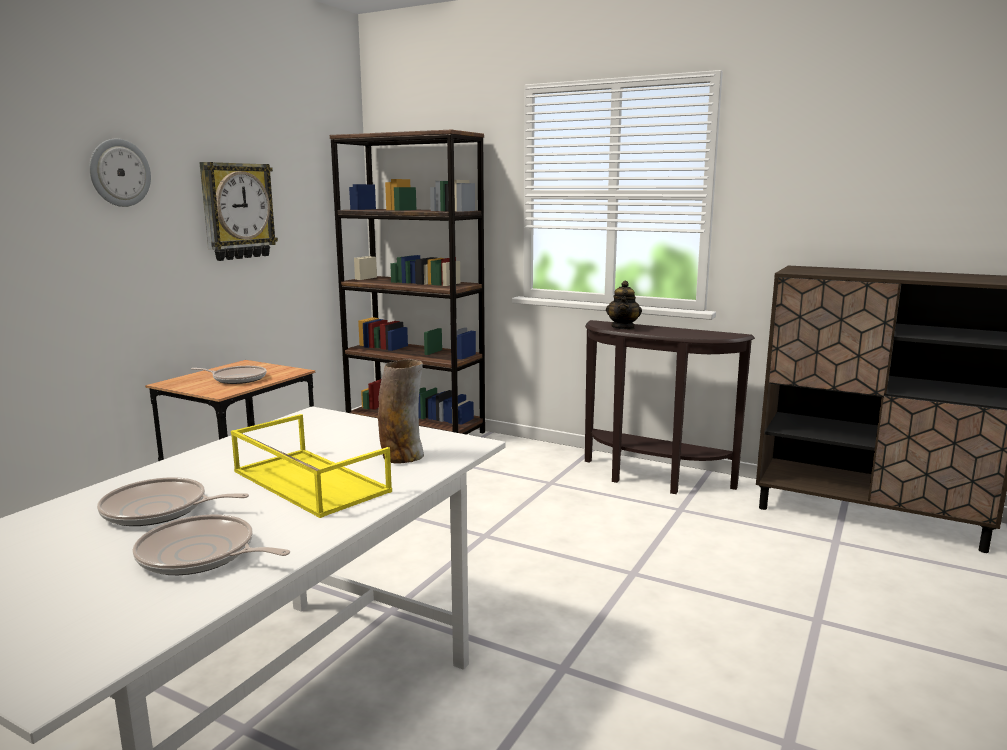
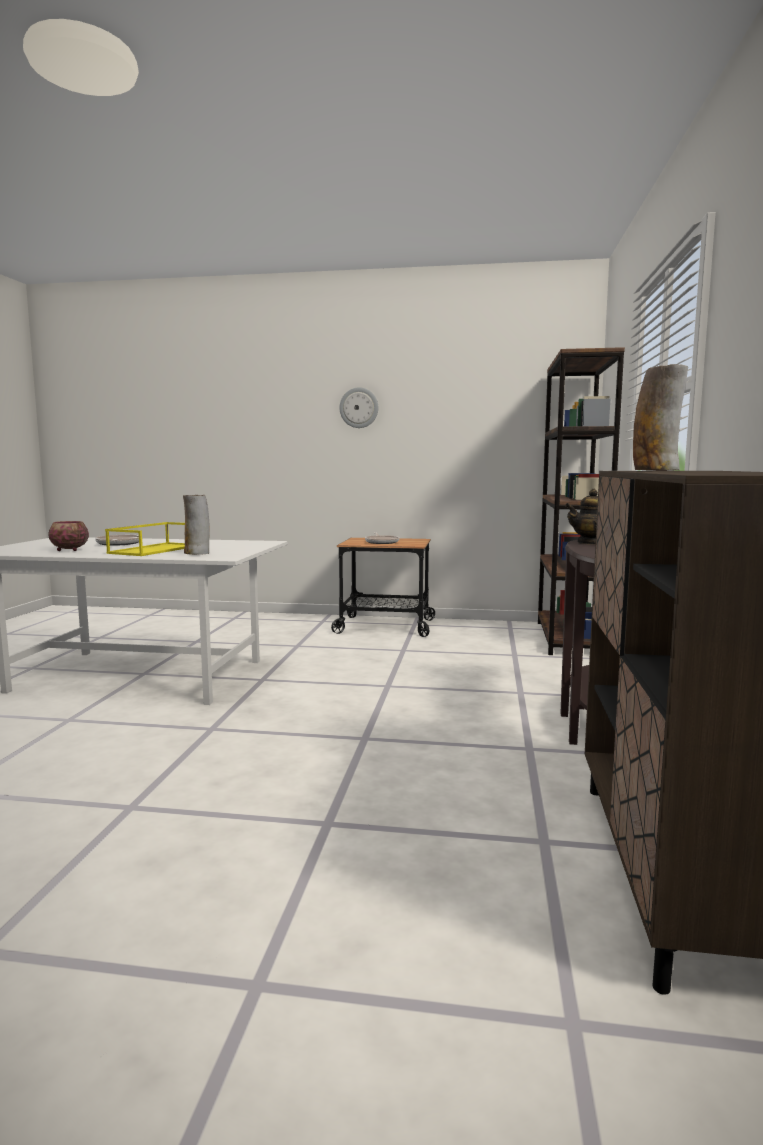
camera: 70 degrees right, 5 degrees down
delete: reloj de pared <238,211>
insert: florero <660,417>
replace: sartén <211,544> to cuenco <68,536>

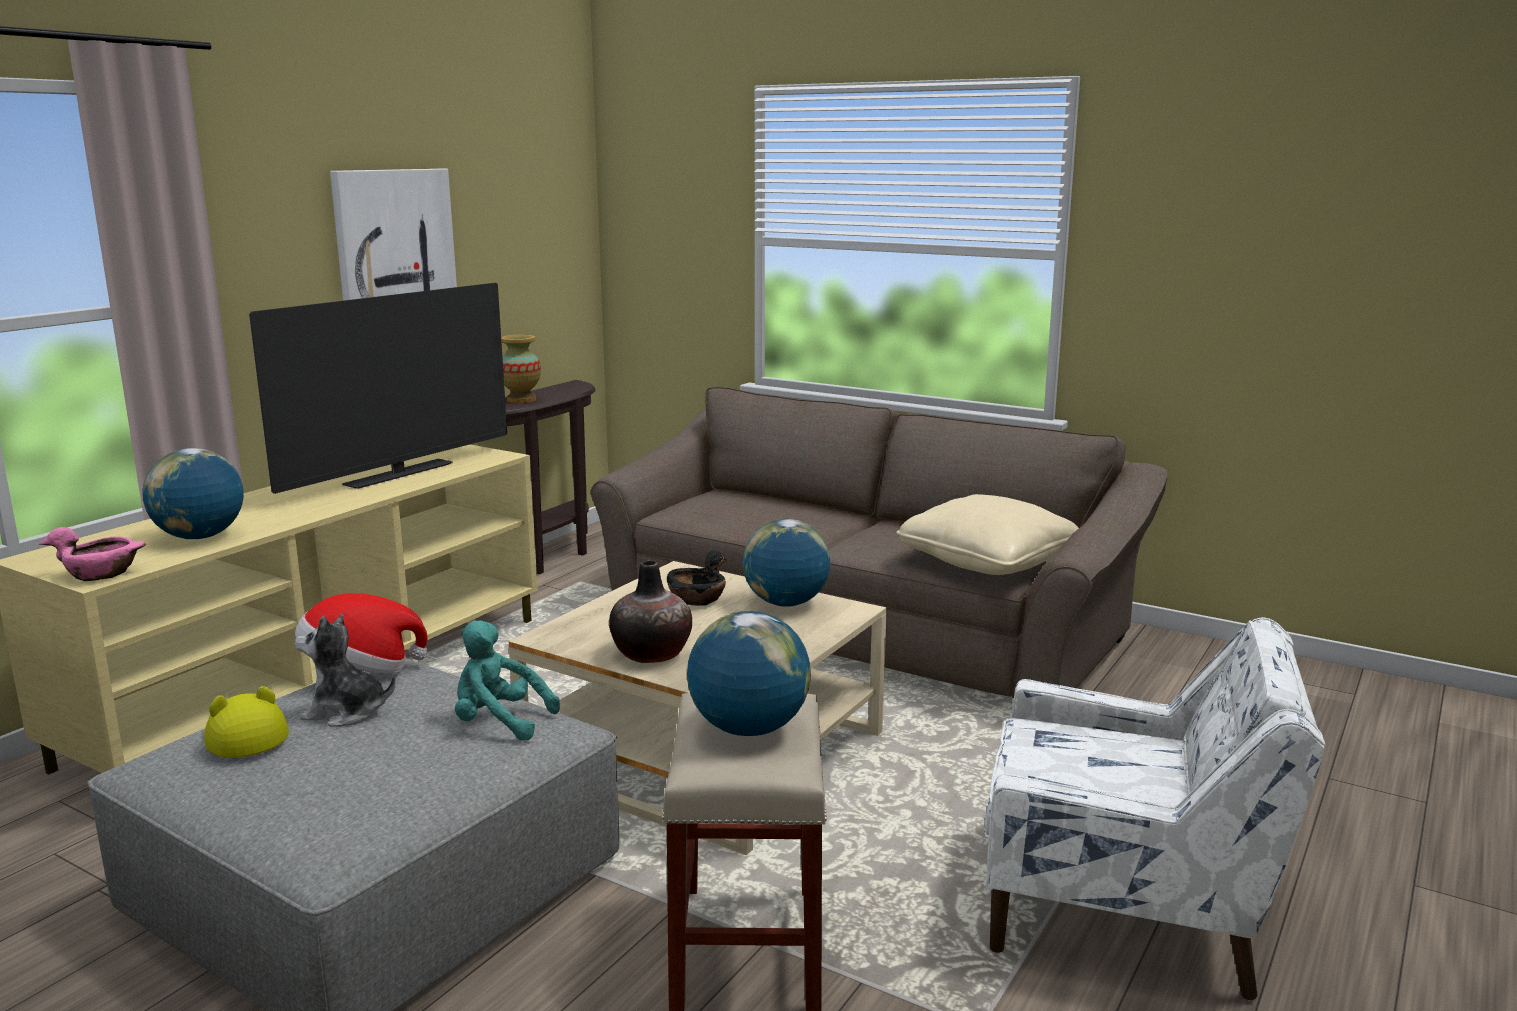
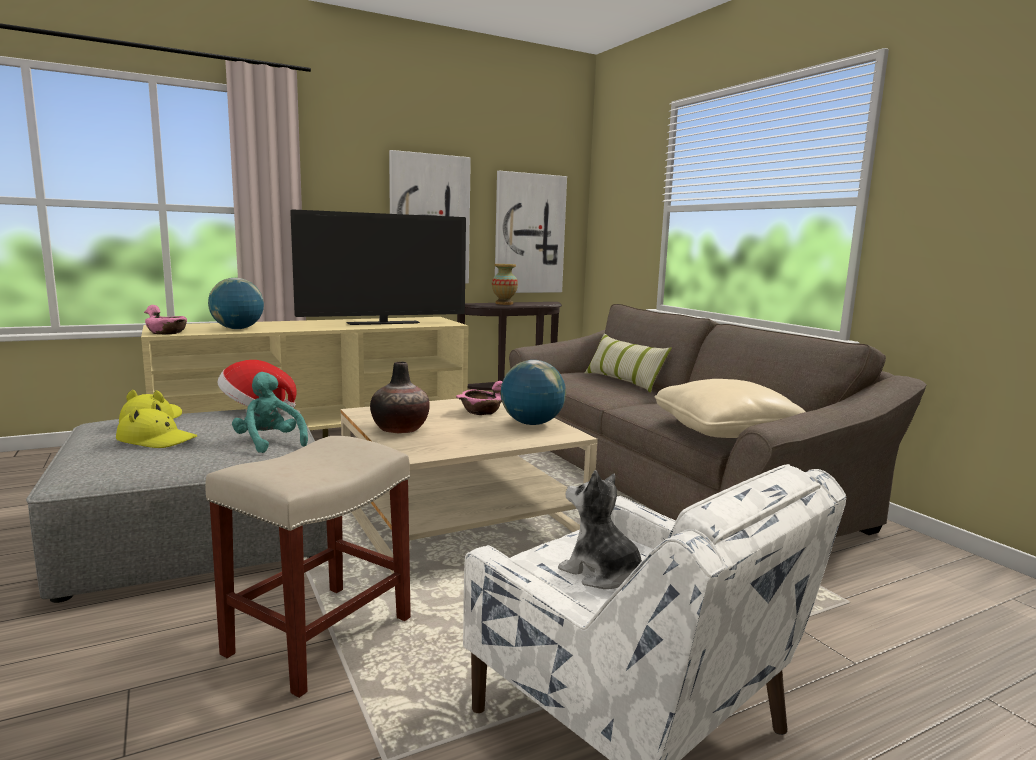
camera: 30 degrees right, 5 degrees down
delete: globo terráqueo <749,673>
insert: sombrero (amarillo) <156,424>; cuadro <531,232>; cojín <628,363>
move: peluche <345,670> to <600,529>
recolor: cuenco (negro) <697,578> to cuenco (rosa) <479,398>

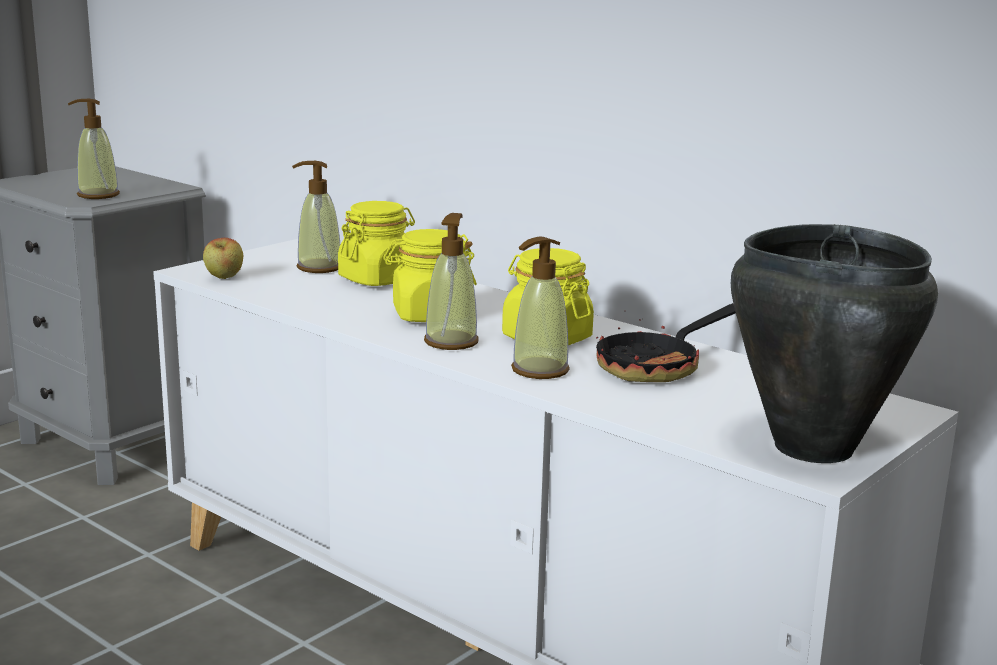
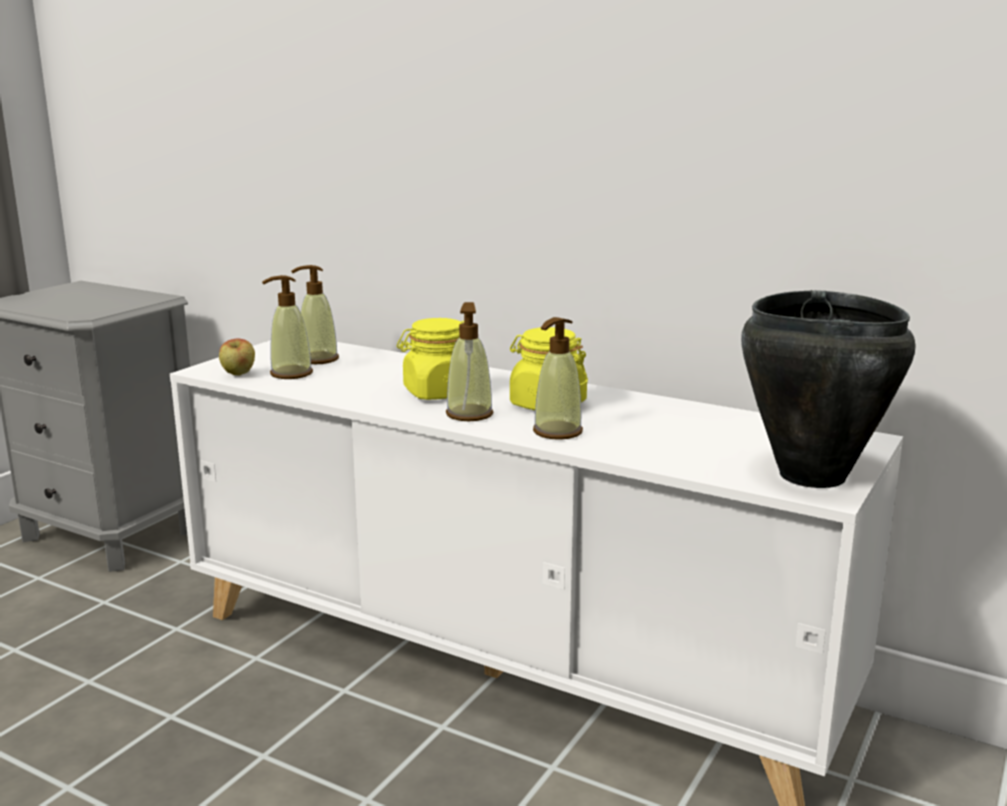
camera: 10 degrees left, 0 degrees up
delete: tarro (amarillo) <376,243>; sartén <666,342>
move: dispensador de jabón <94,149> to <287,327>

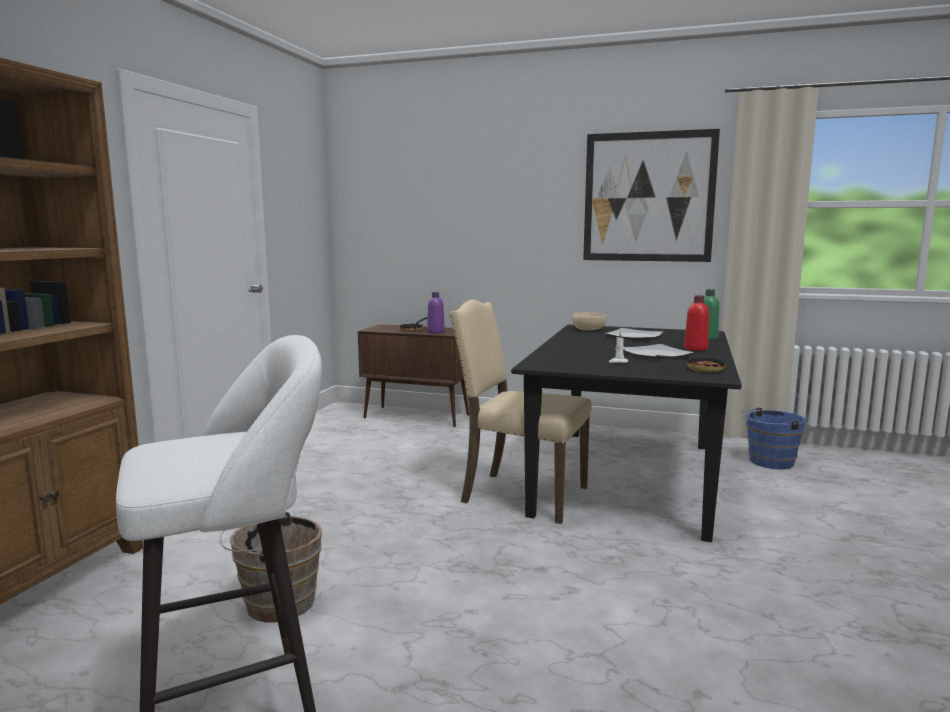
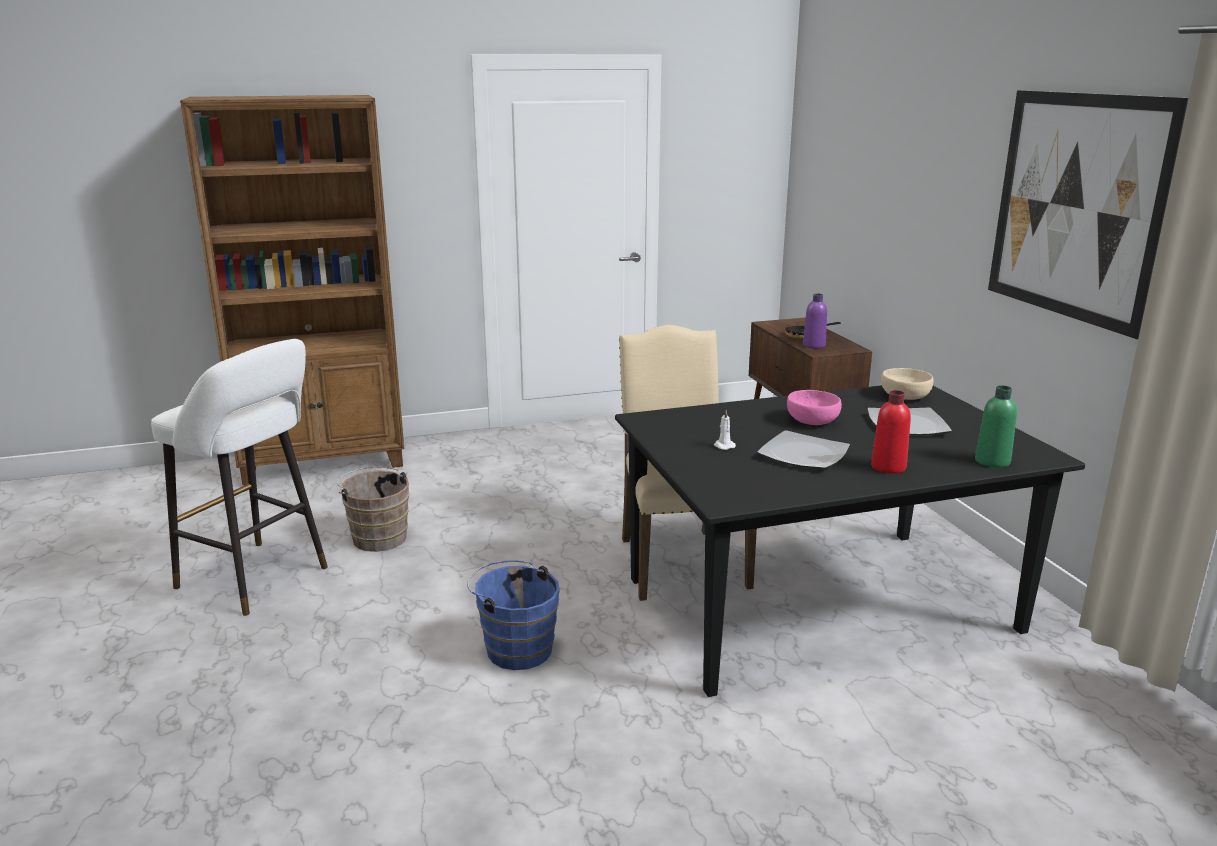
camera: 55 degrees right, 10 degrees up
delete: sartén <691,361>
insert: cuenco (rosa) <814,407>
move: cubo (azul) <773,438> to <513,615>

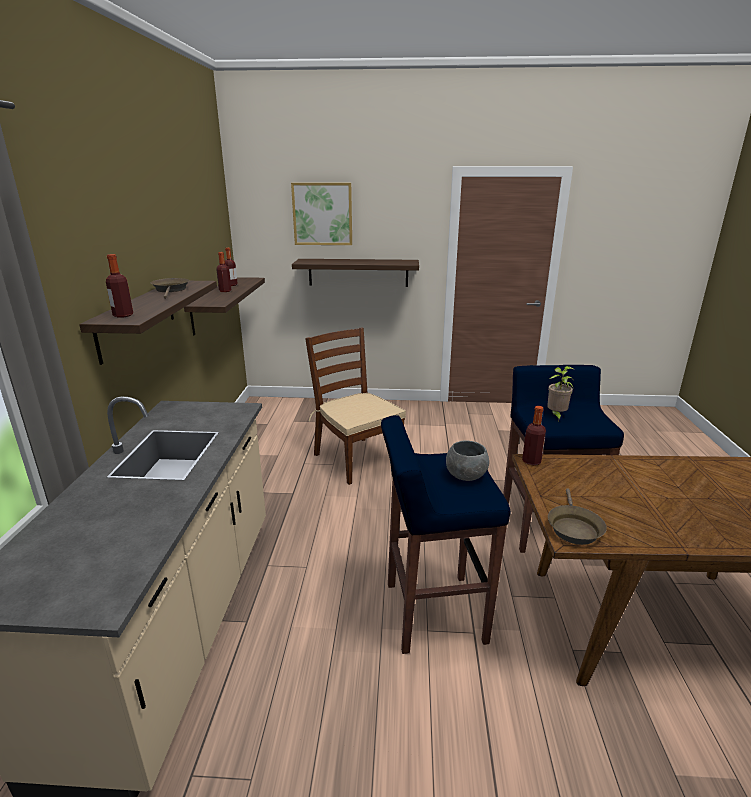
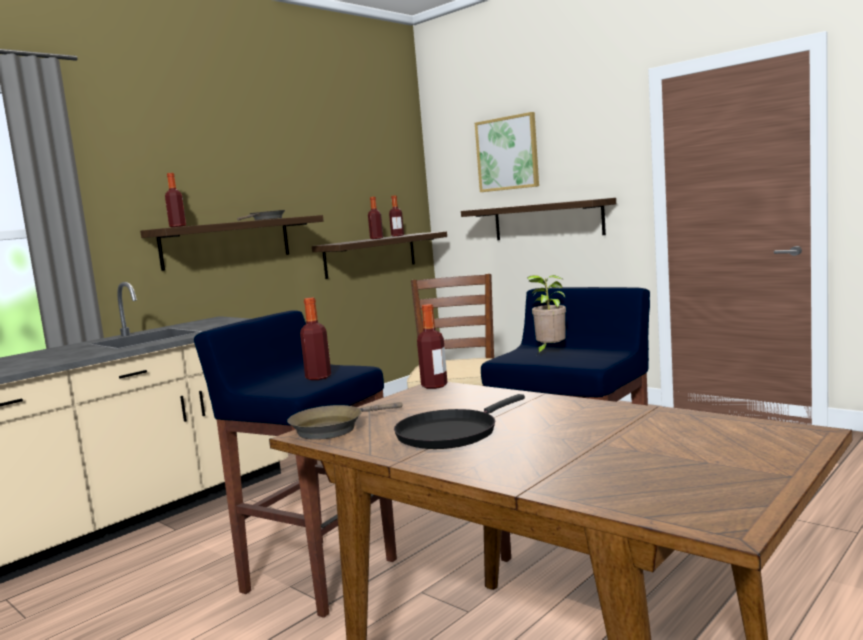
camera: 40 degrees right, 15 degrees down
insert: sartén (negro) <459,421>
replace: cuenco (gris) <467,460> to botella <315,339>

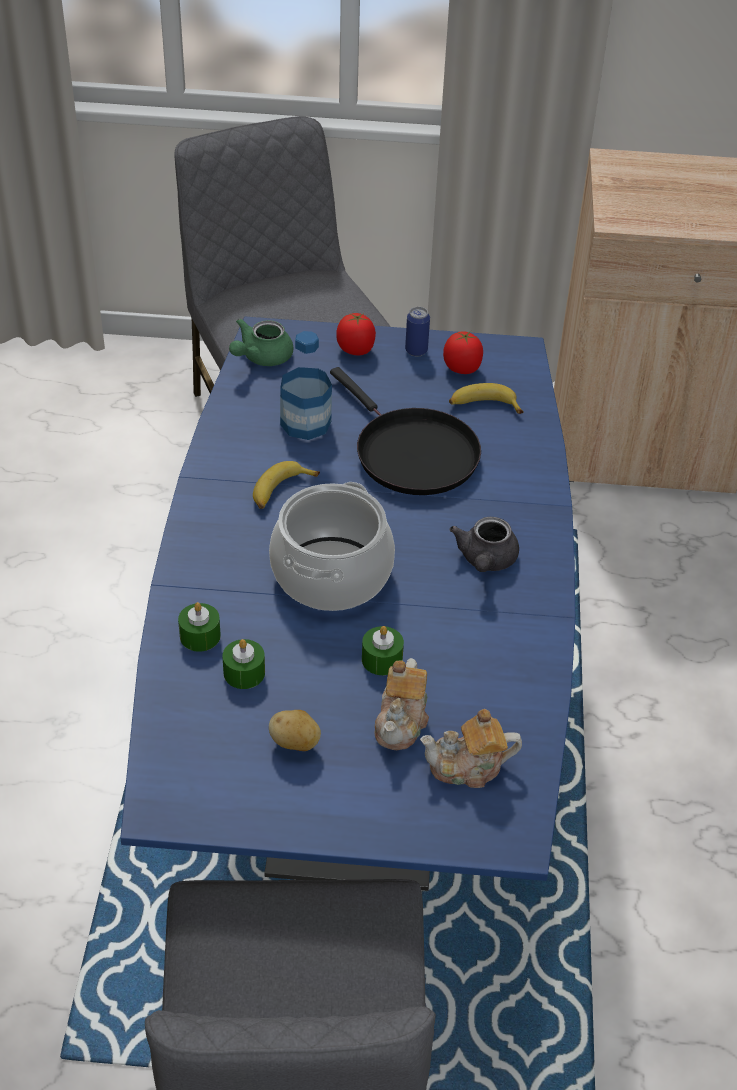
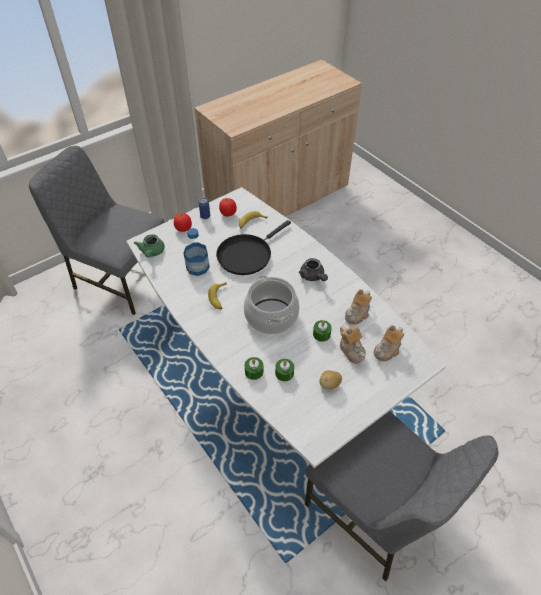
camera: 40 degrees left, 5 degrees up
insert: tetera <358,307>
recolor: mesa de comedor (azul) <347,604> to mesa de comedor (blanco) <286,327>
rotate: sartén (negro) <405,431> = <253,247> 120 degrees clockwise

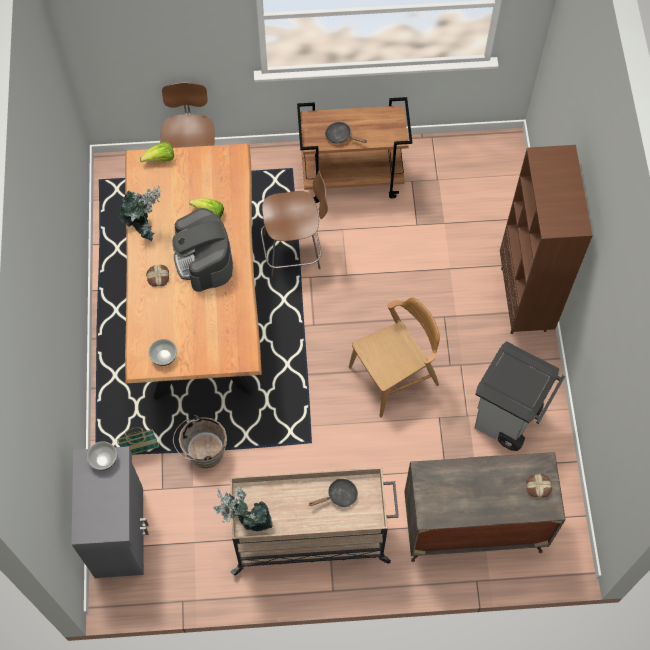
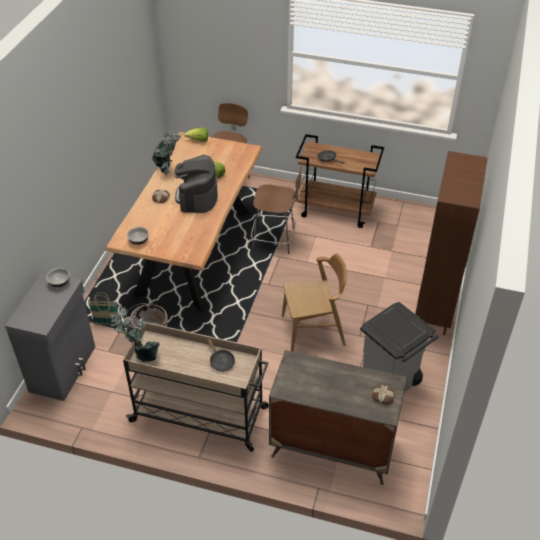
camera: 20 degrees right, 20 degrees down
rotate: sartén (negro) <333,493> = <220,355> 60 degrees clockwise

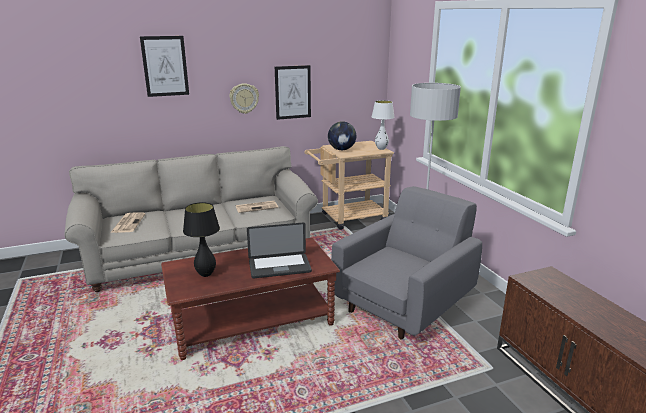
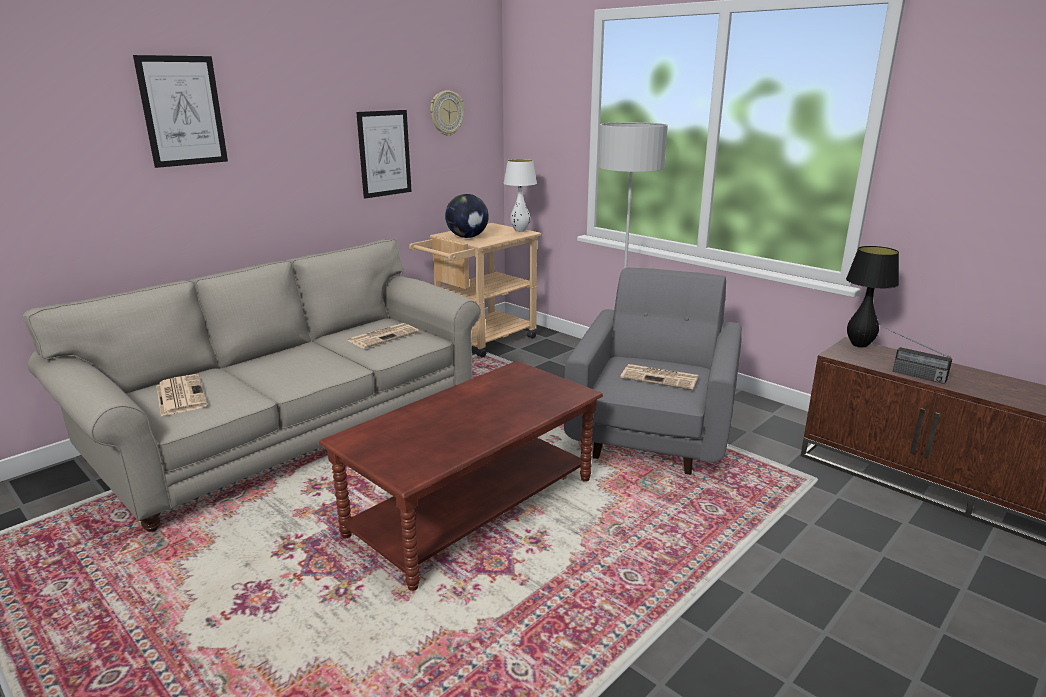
camera: 25 degrees left, 0 degrees up
delete: portátil <279,250>
insert: periódico <659,377>; radio <914,354>
move: lámpara de mesa (negro) <201,239> to <872,297>; reloj de pared <244,98> to <447,113>

